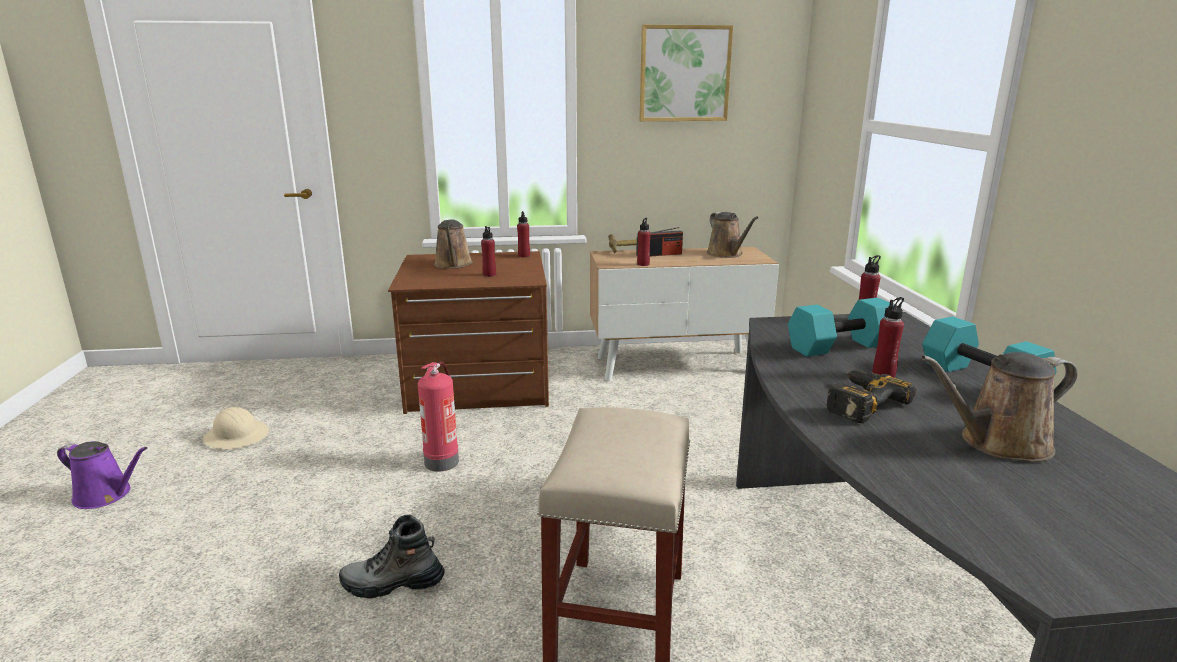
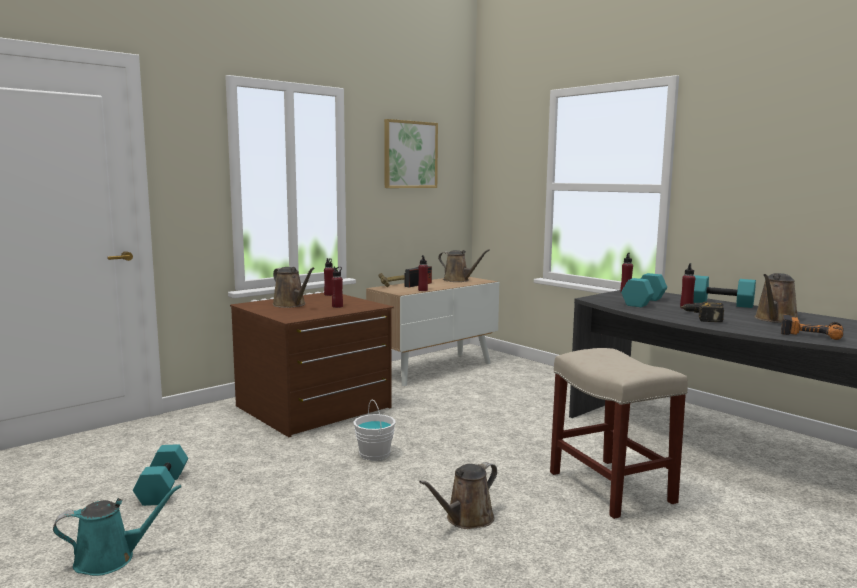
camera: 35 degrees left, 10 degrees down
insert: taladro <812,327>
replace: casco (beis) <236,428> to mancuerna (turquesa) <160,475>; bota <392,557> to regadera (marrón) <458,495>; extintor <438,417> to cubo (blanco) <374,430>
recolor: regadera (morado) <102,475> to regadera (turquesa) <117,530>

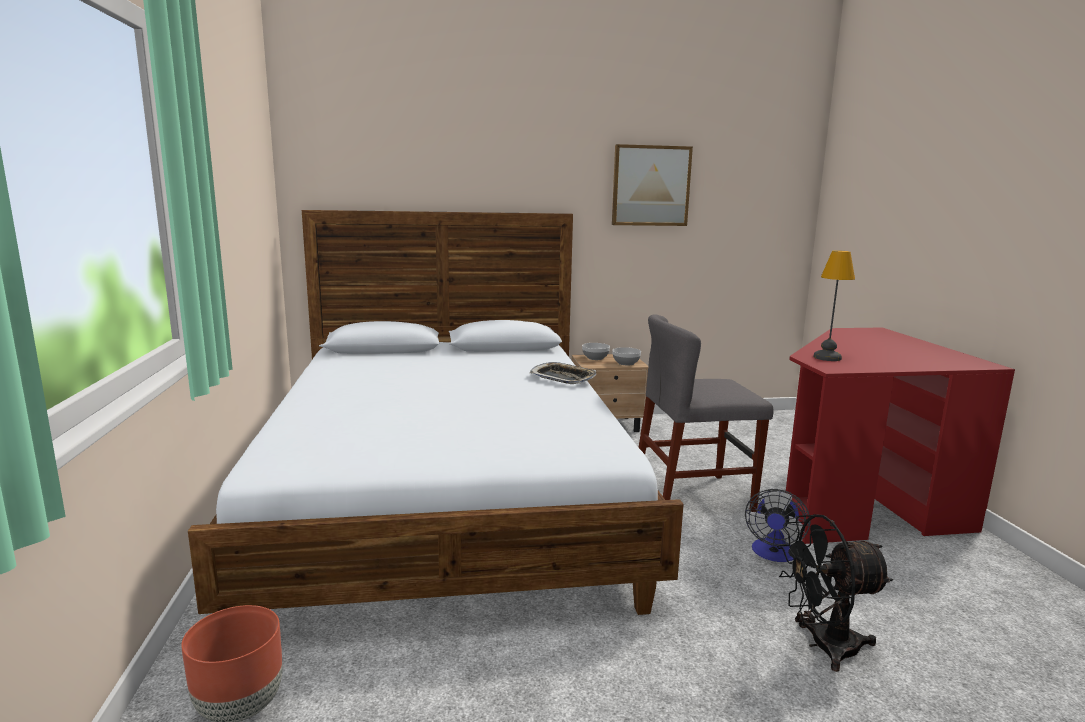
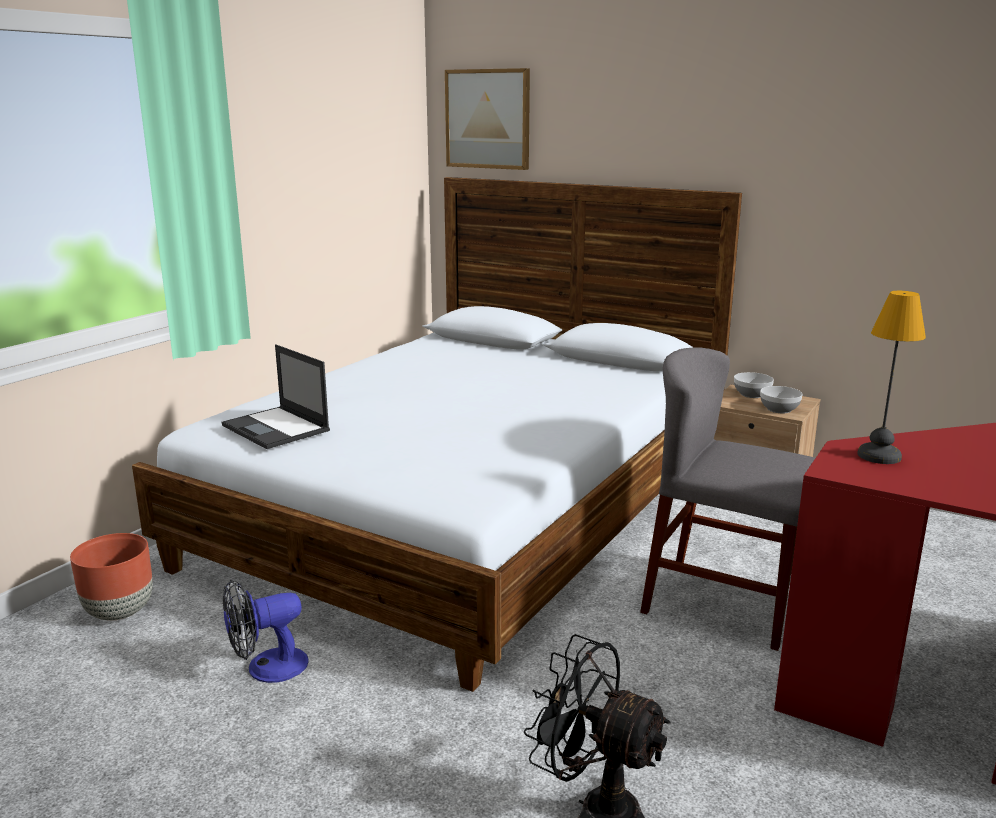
camera: 40 degrees right, 5 degrees up
delete: bandeja <562,373>
insert: portátil <276,396>
move: cuadro <652,185> to <487,119>; ventilador <777,525> to <266,631>

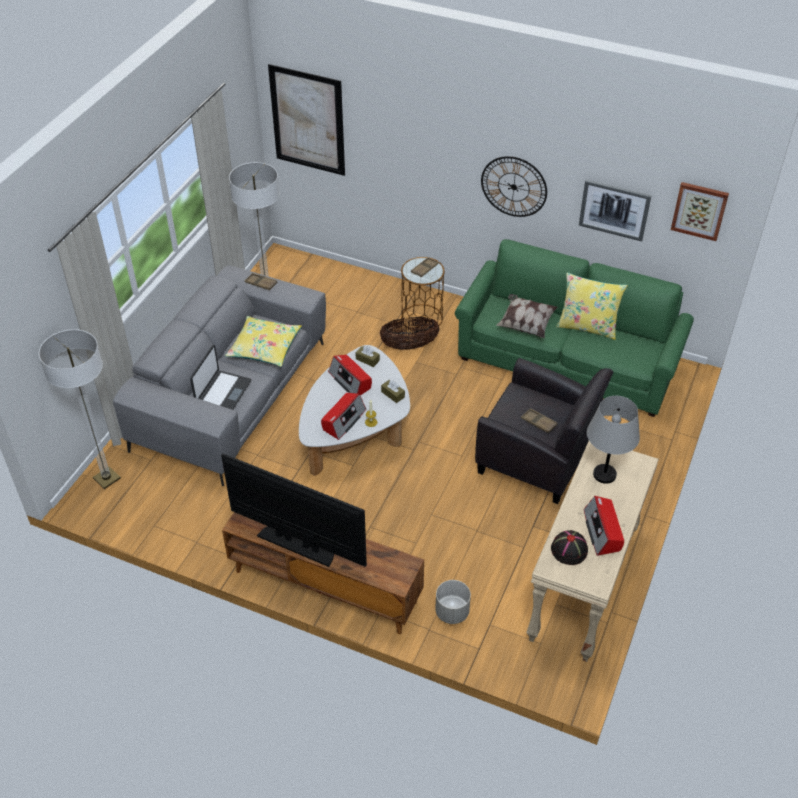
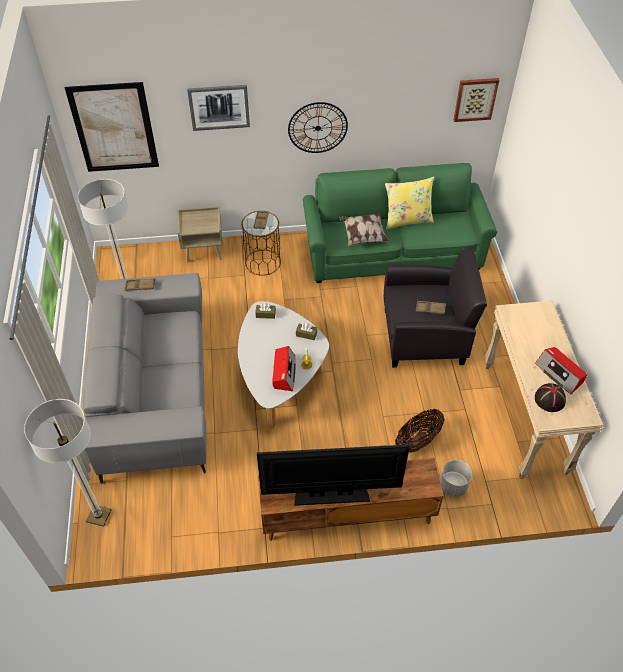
camera: 30 degrees left, 5 degrees up
delete: portátil <220,377>; cojín (amarillo) <263,341>; radio <350,375>; lámpara de mesa (gris) <613,440>
insert: mesita de noche (beis) <200,235>
move: cesta <409,333> to <420,431>; cuadro <615,210> to <218,108>

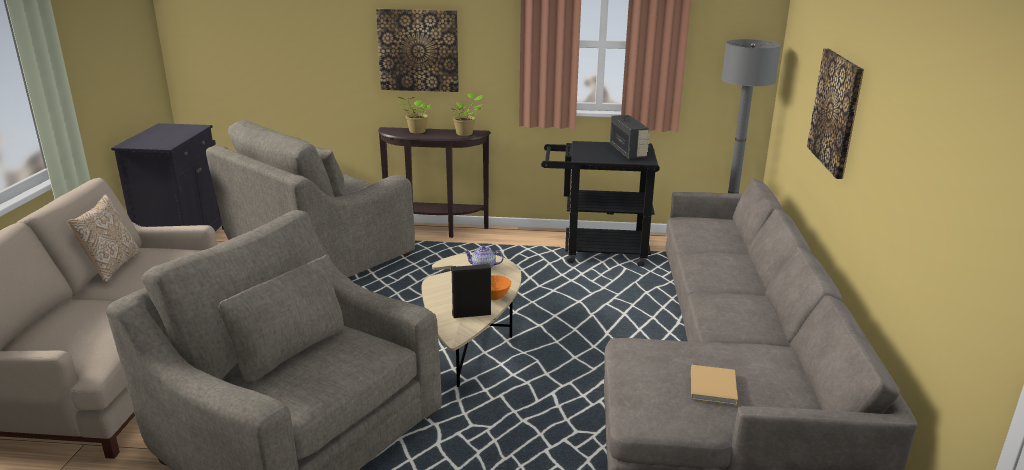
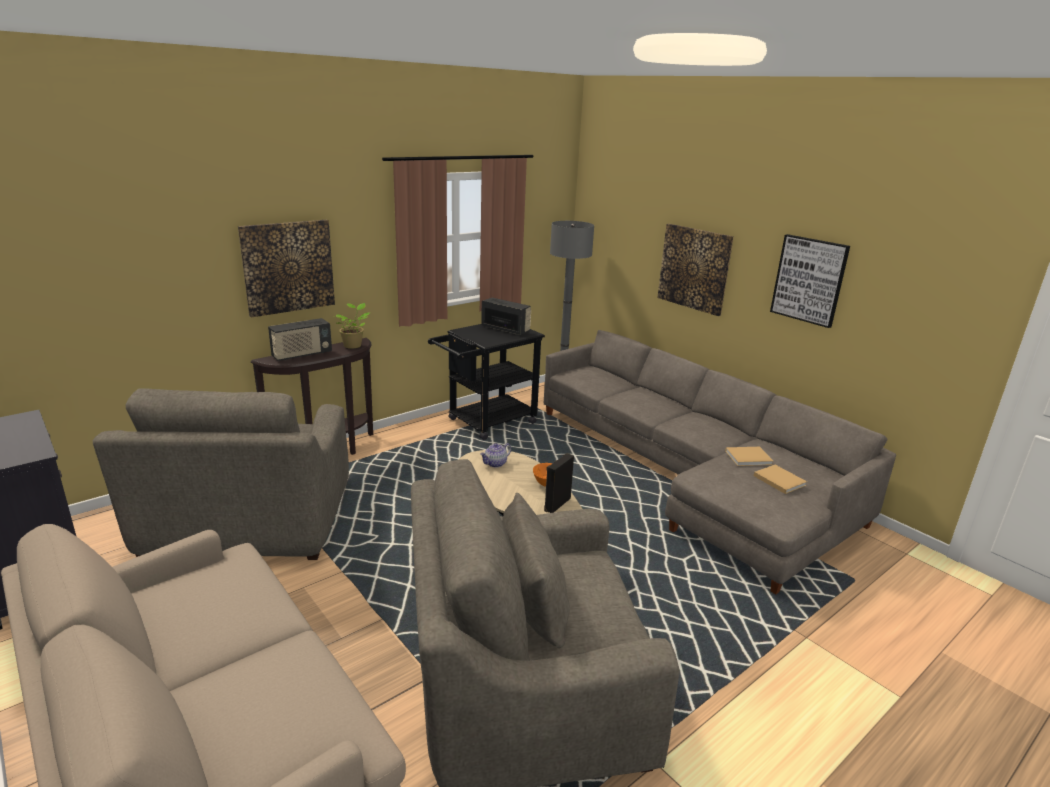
camera: 45 degrees left, 0 degrees up
delete: cojín <103,238>
insert: libro (beis) <749,456>; cuadro <810,281>
replace: planta en maceta <414,115> to radio <300,339>

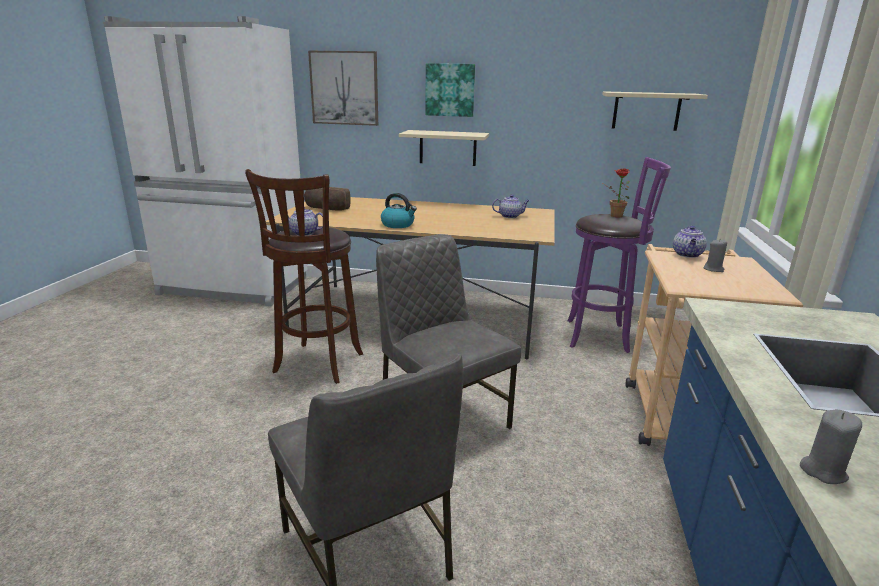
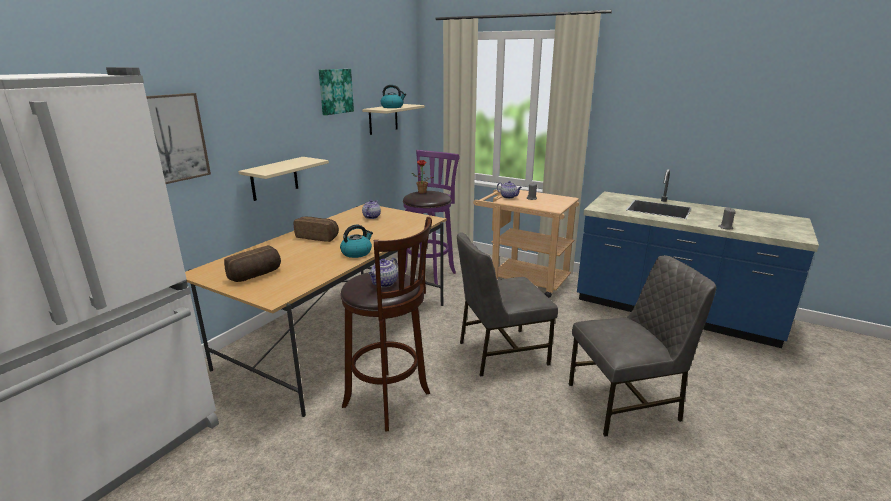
camera: 70 degrees left, 0 degrees up
insert: pan <316,229>; hervidor <393,96>
move: cuadro <450,90> to <336,92>

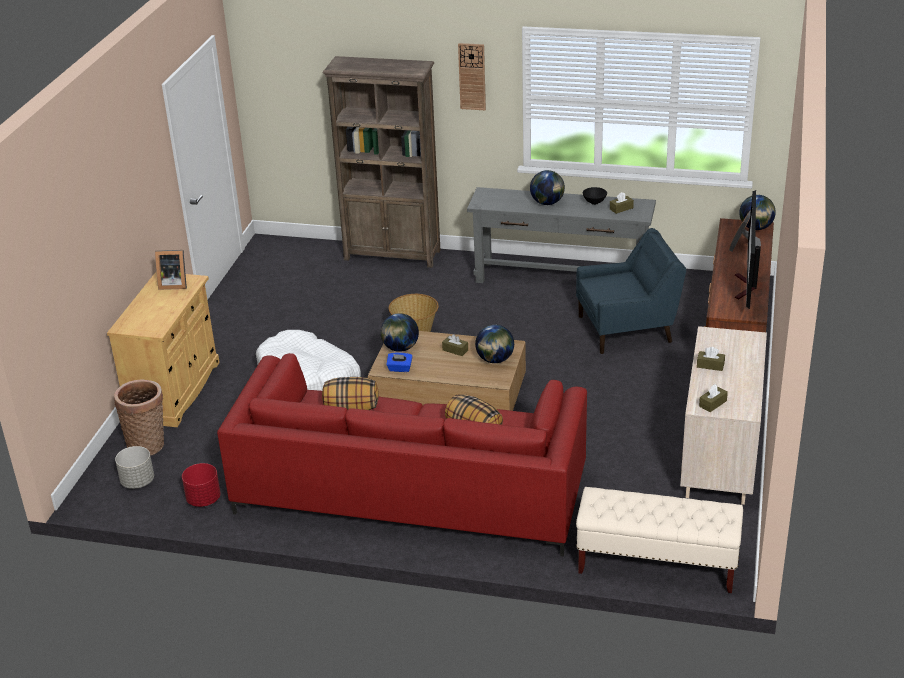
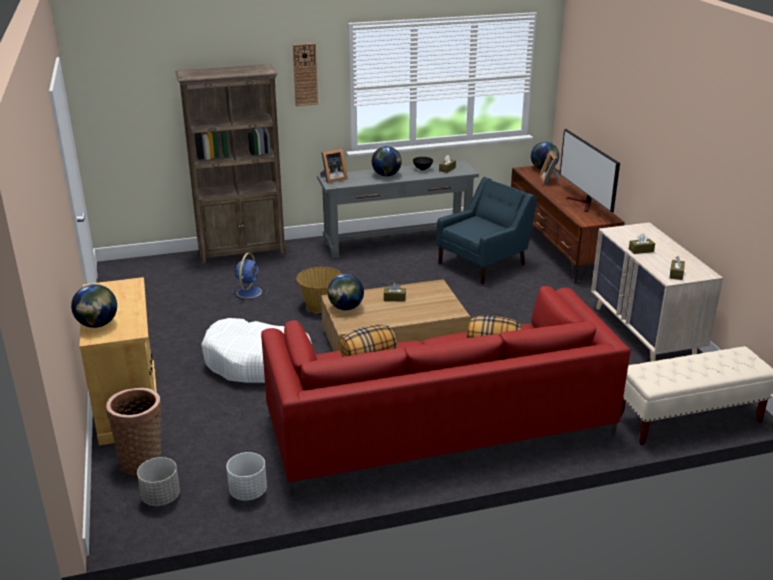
camera: 30 degrees left, 5 degrees down
delete: caja de pañuelos (azul) <399,362>
insert: ventilador (azul) <250,277>
move: portarretratos <171,270> to <334,166>; globo terráqueo <494,343> to <94,306>
recolor: maceta (rojo) <201,485> to maceta (blanco) <247,476>

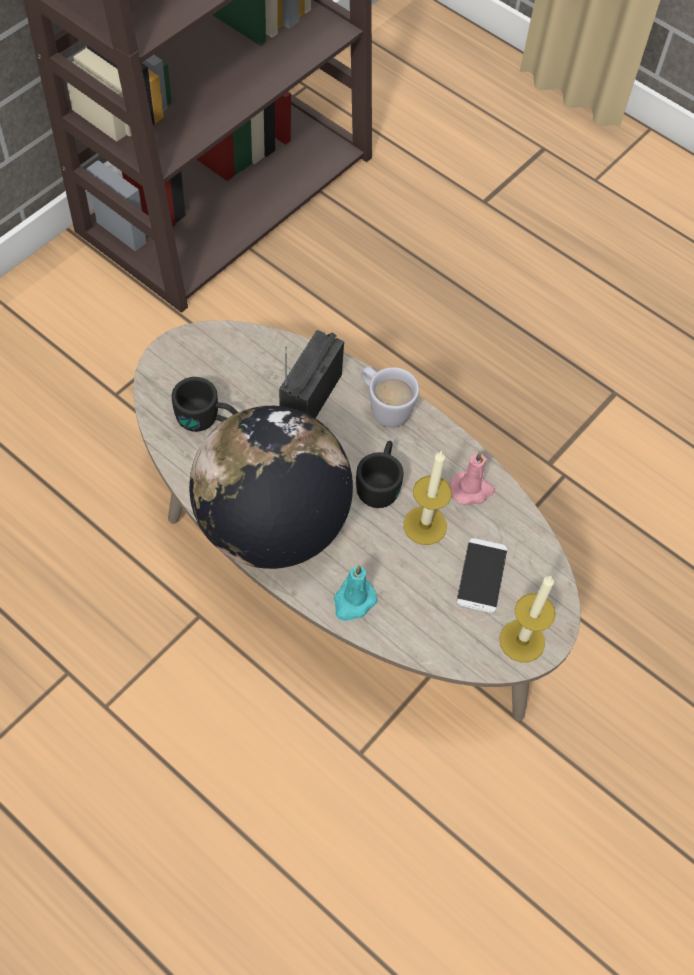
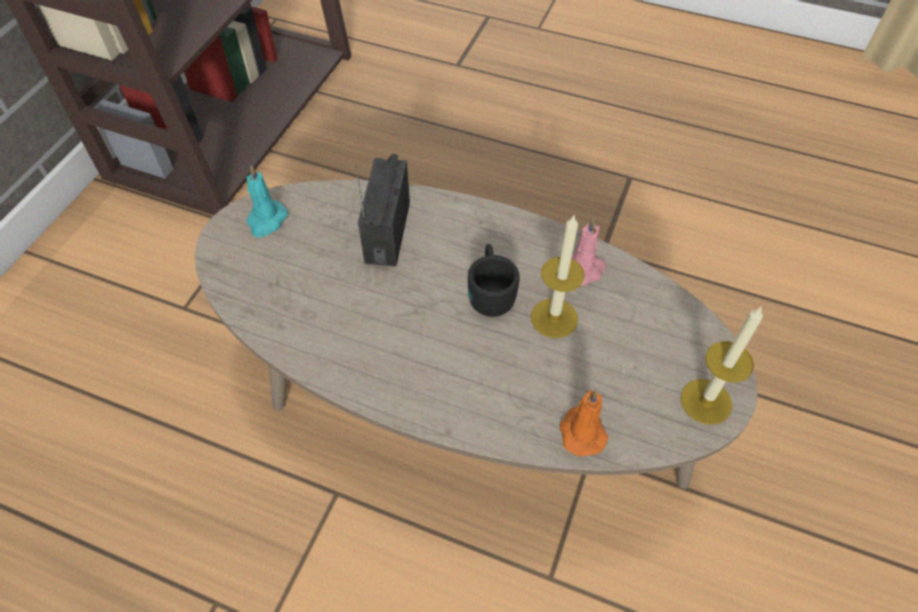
camera: 15 degrees left, 5 degrees down
delete: taza grande (negro) <205,404>; globo terráqueo <271,487>; taza grande (blanco) <390,397>; móvil <481,576>
insert: vela (naranja) <584,423>
move: vela (turquesa) <355,593> to <267,201>

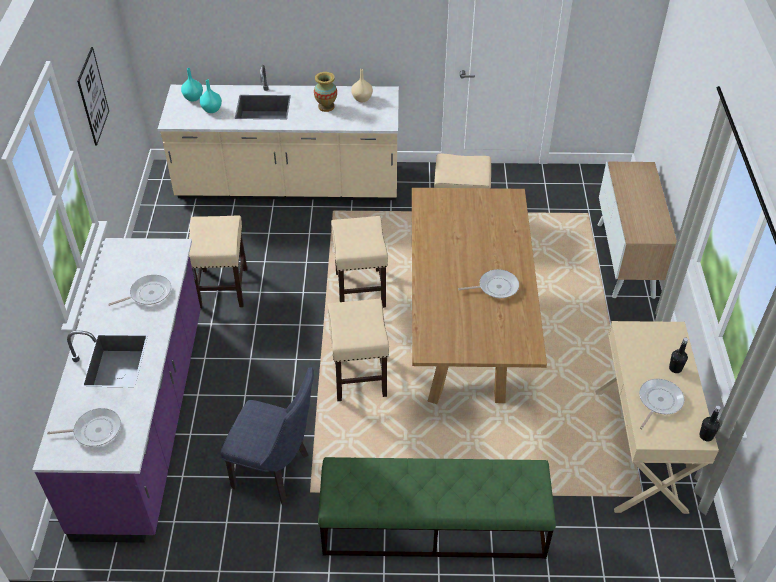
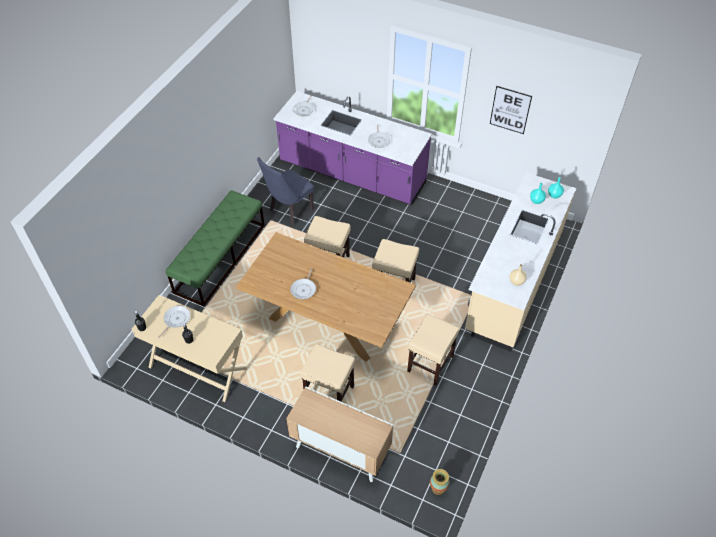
camera: 115 degrees right, 5 degrees up
move: taburete (beis) <218,262> to <327,373>; florero <325,92> to <439,482>
rotate: sartén <662,404> = <174,322> 120 degrees counterclockwise

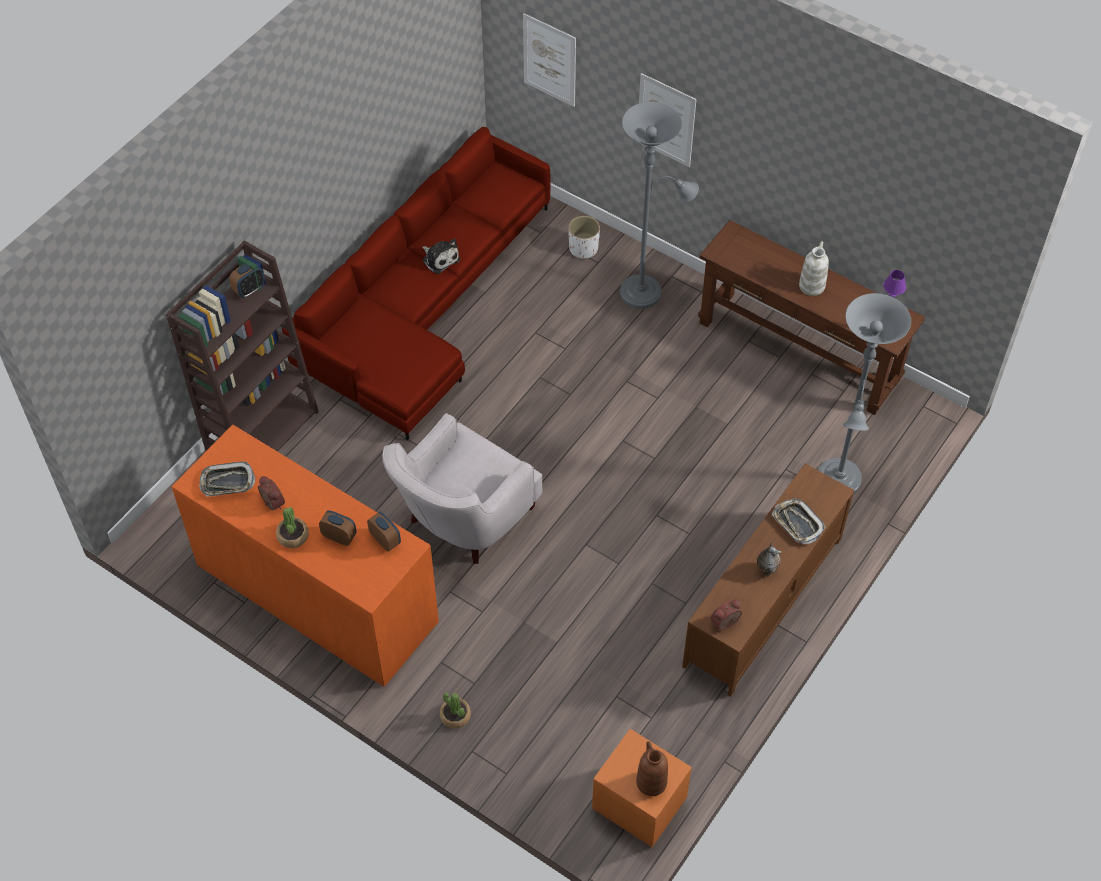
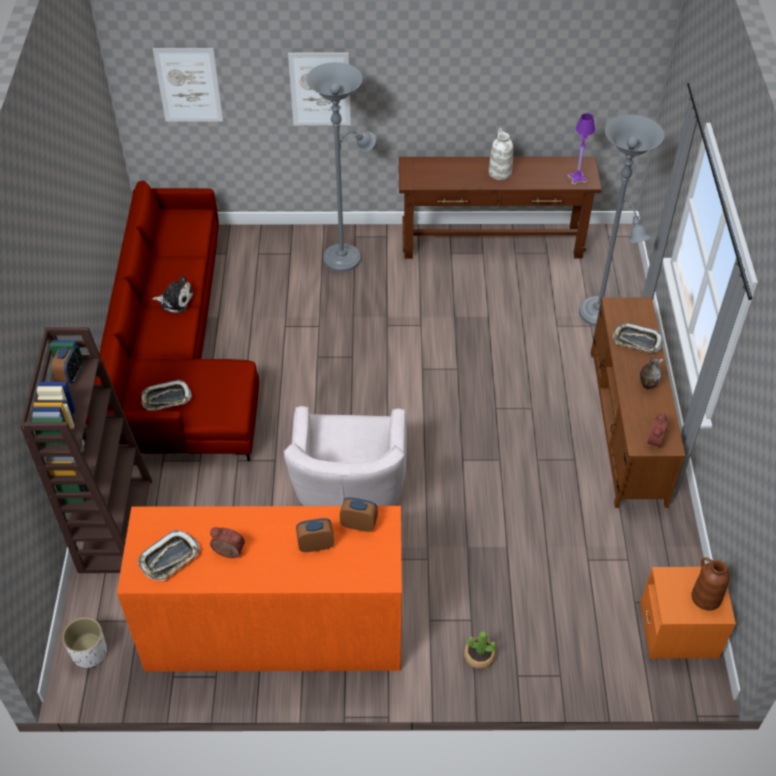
camera: 35 degrees left, 5 degrees down
delete: planta en maceta <292,527>
insert: bandeja <166,395>
move: maceta (blanco) <584,237> to <84,643>

